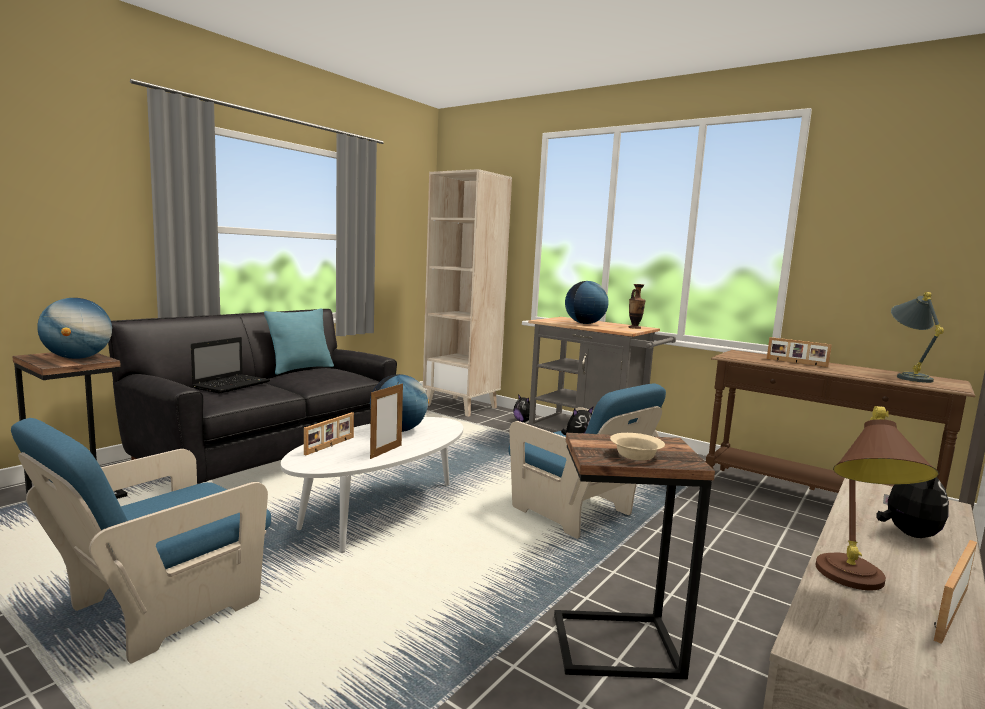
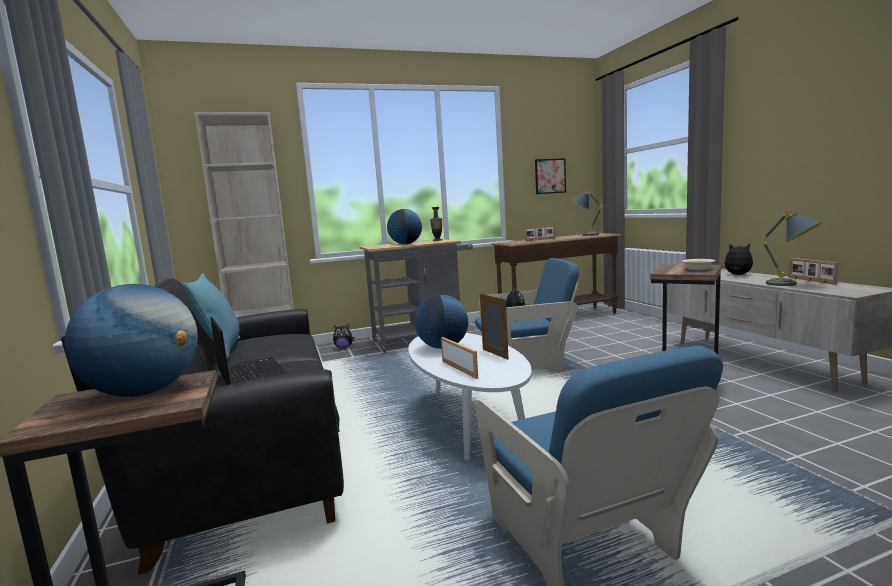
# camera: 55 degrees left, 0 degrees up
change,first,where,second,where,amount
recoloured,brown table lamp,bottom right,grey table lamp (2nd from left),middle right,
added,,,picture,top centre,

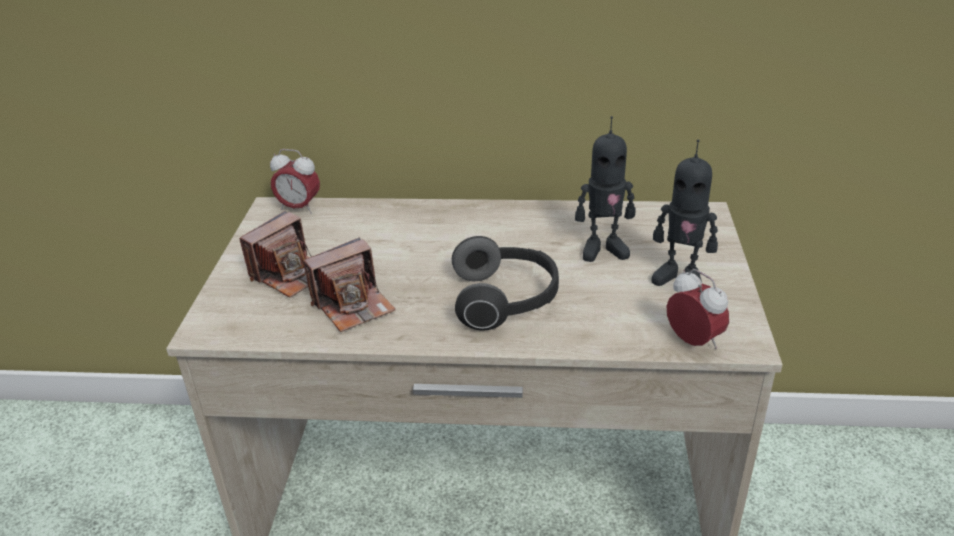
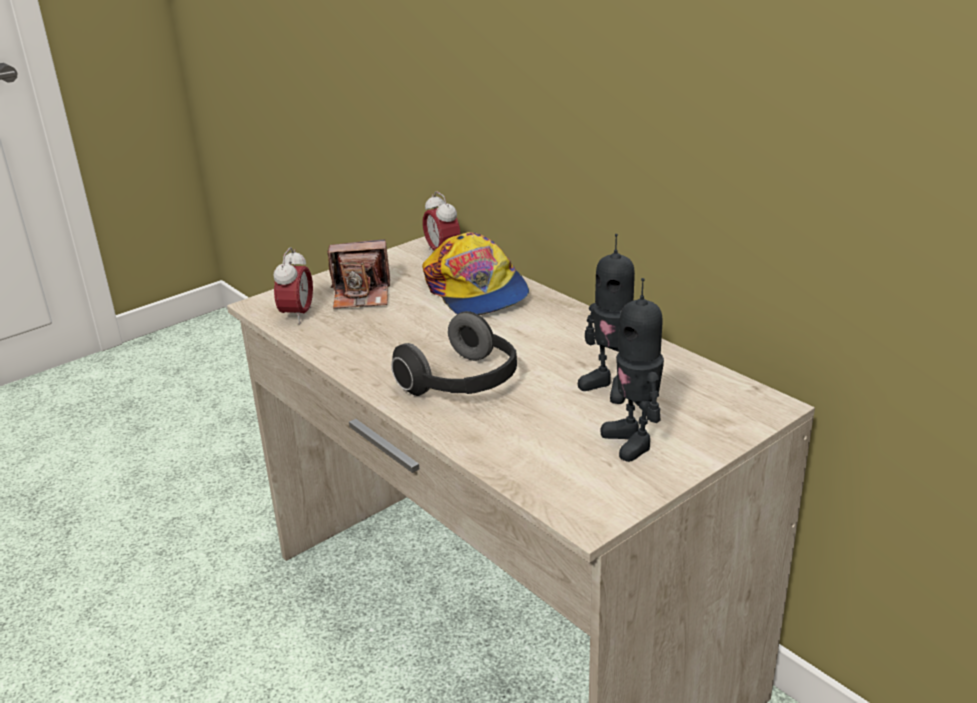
# camera: 45 degrees right, 5 degrees down
change,first,where,second,where,amount
removed,photo camera (2nd from left),centre,,,
moved,alarm clock (2nd from left in the first image),middle right,alarm clock (1st from left),middle left,
added,,,cap,centre,

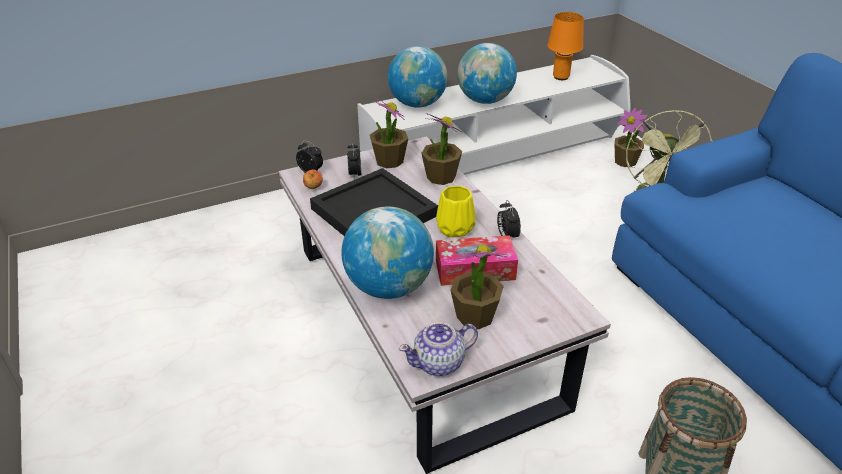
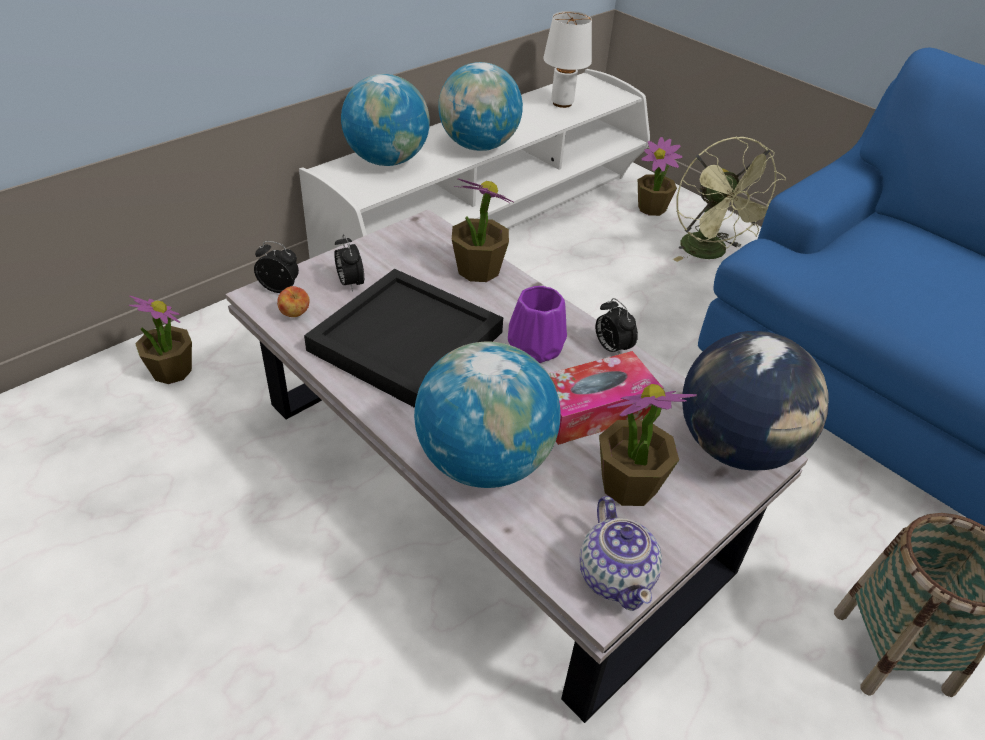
# camera: 20 degrees left, 5 degrees up
change,first,where,second,where,amount
moved,potted plant (1st from left),top centre,,middle left,
turned,teapot,bottom centre,,bottom centre,60 degrees counterclockwise
recoloured,yellow vase,centre,purple vase,centre,
recoloured,orange table lamp,top right,white table lamp,top centre,
added,,,globe (4th from left),middle right,

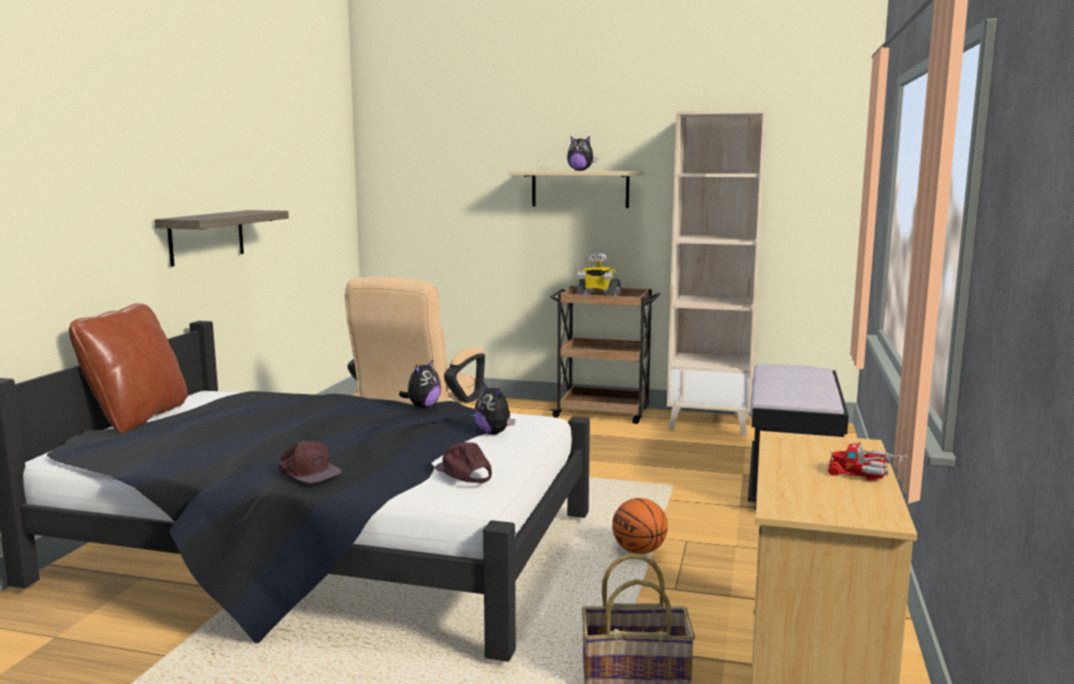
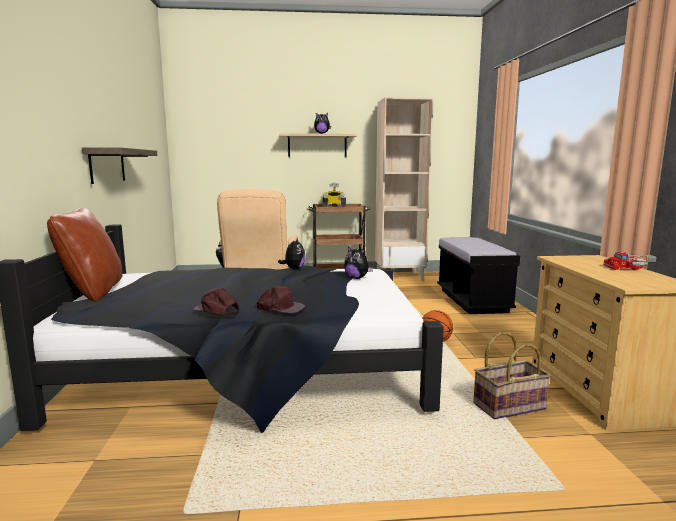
# camera: 20 degrees left, 0 degrees up
change,first,where,second,where,amount
moved,brown cap (2nd from left in the first image),bottom centre,brown cap (1st from left),middle left,

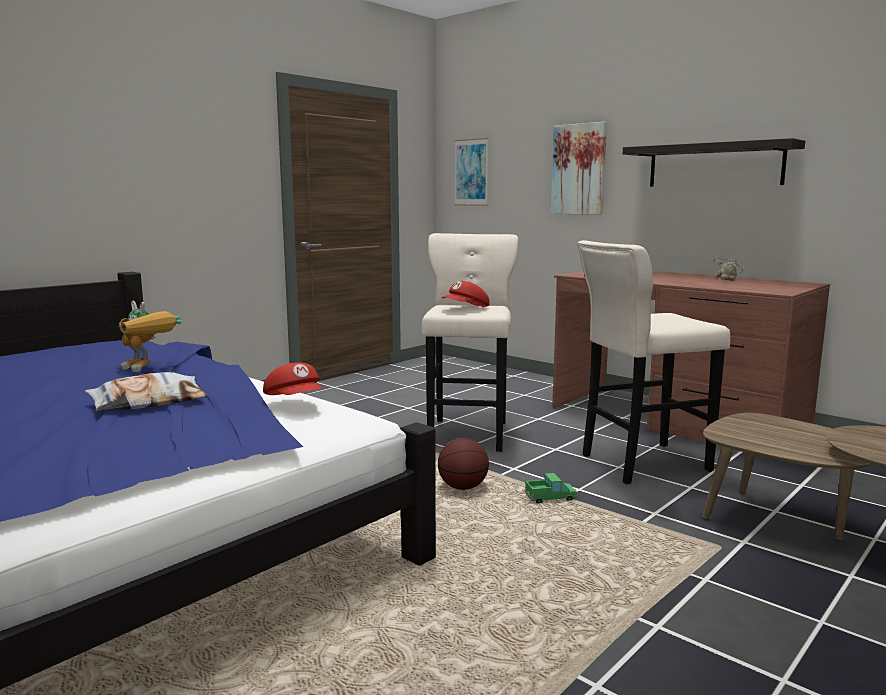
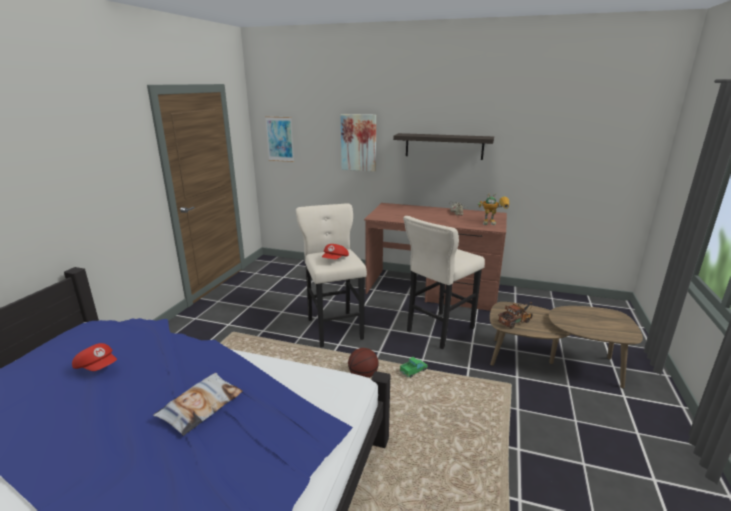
# camera: 25 degrees left, 10 degrees up
change,first,where,second,where,amount
moved,toy robot,middle left,,middle right,
moved,red cap (1st from left),middle left,,bottom left,
added,,,toy truck (2nd from left),middle right,

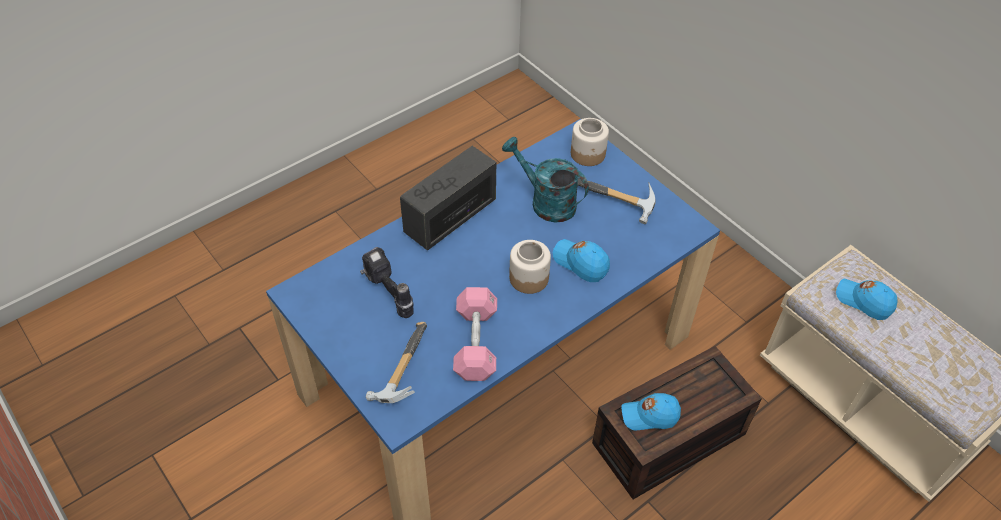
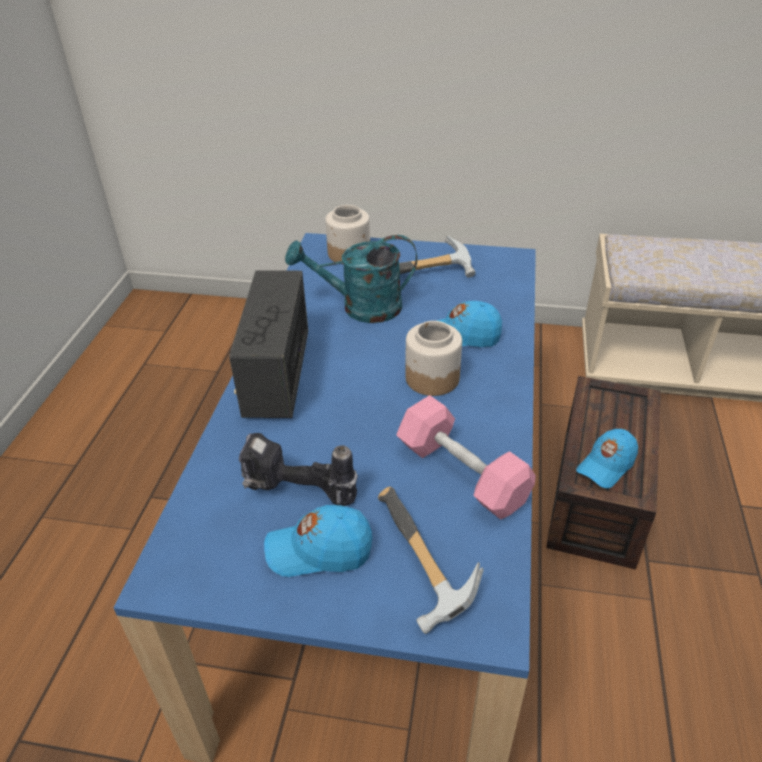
# camera: 40 degrees left, 10 degrees down
change,first,where,second,where,amount
moved,blue cap (3rd from left in the first image),middle right,blue cap (1st from left),bottom centre,

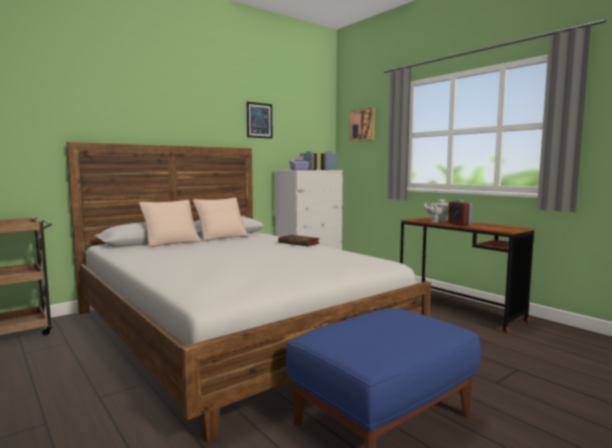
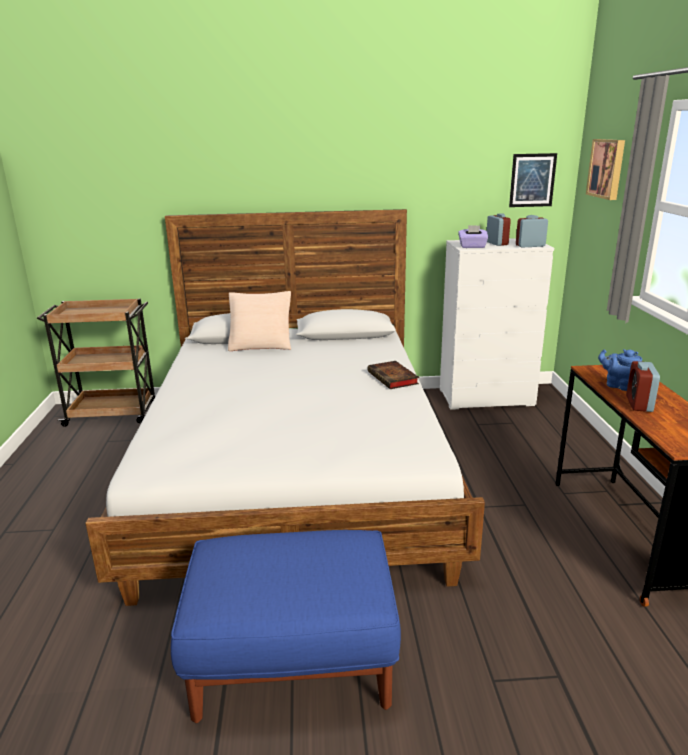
# camera: 35 degrees right, 15 degrees up
change,first,where,second,where,amount
removed,beige pillow (2nd from left),centre,,,
moved,picture (1st from left),top centre,,top right,
recoloured,grey teapot,middle right,blue teapot,middle right,

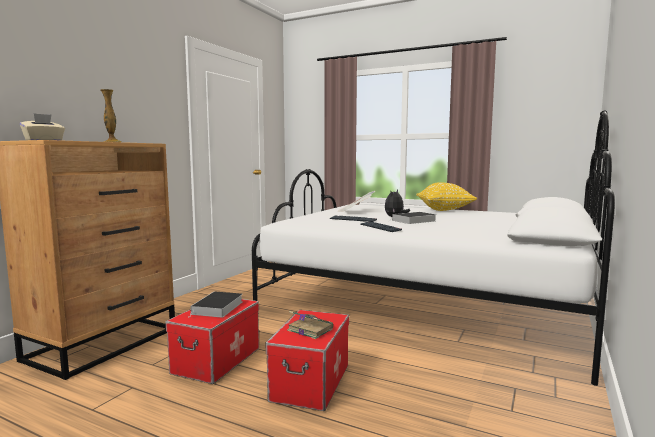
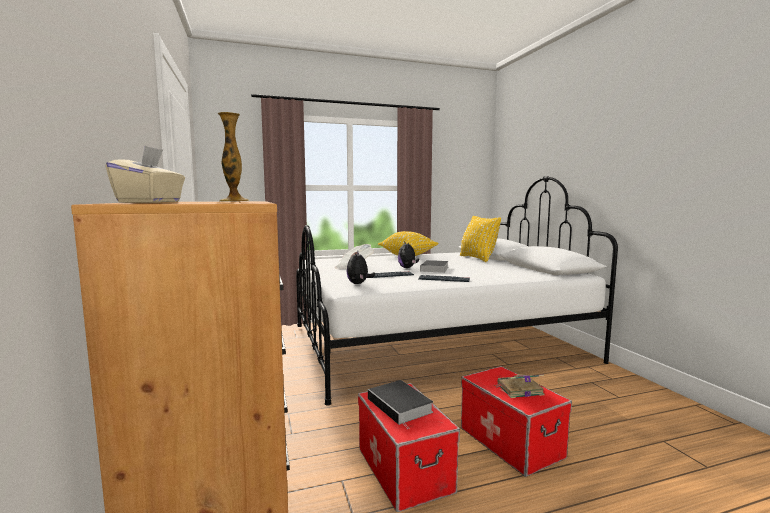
# camera: 45 degrees left, 0 degrees up
change,first,where,second,where,amount
added,,,plush toy (1st from left),centre,
added,,,yellow pillow (2nd from left),centre,

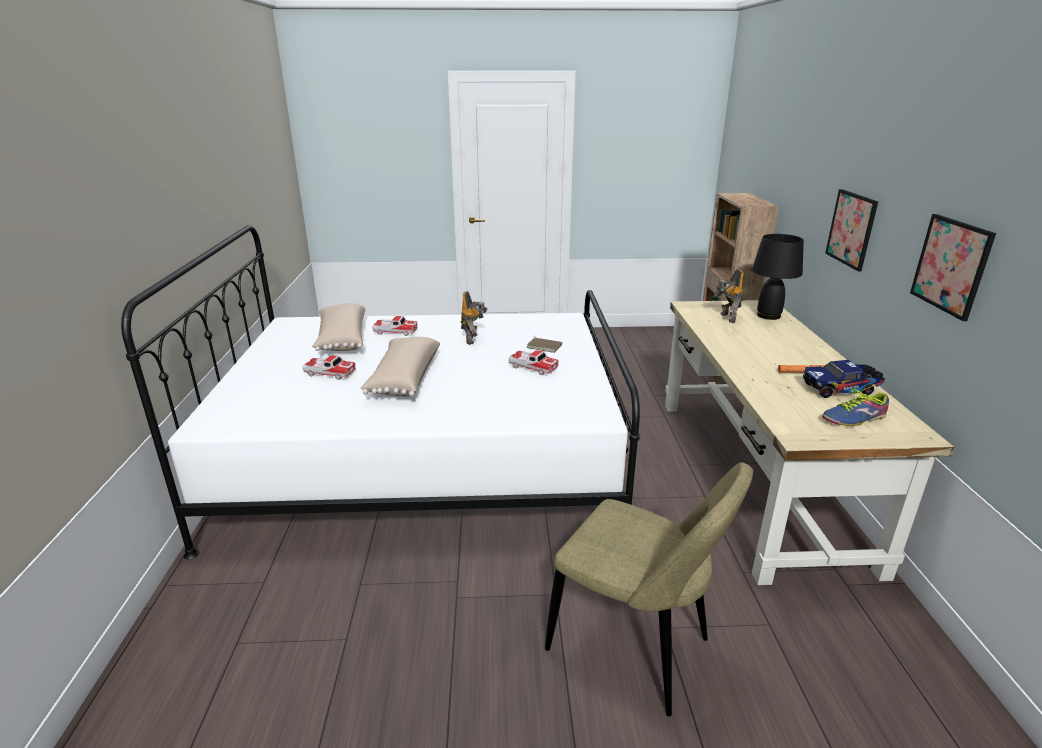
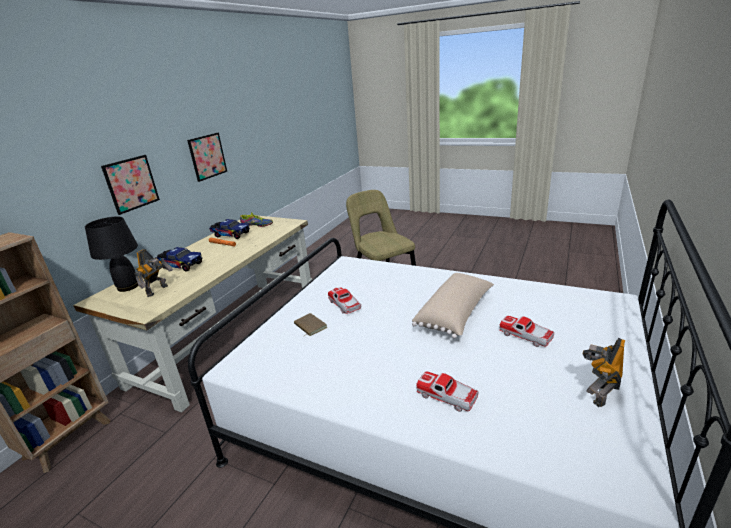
# camera: 150 degrees left, 0 degrees up
change,first,where,second,where,amount
removed,beige pillow (1st from left),middle left,,,
moved,toy robot (1st from left in the first image),centre,toy robot (2nd from left),bottom right,
added,,,toy truck (1st from left),middle left,

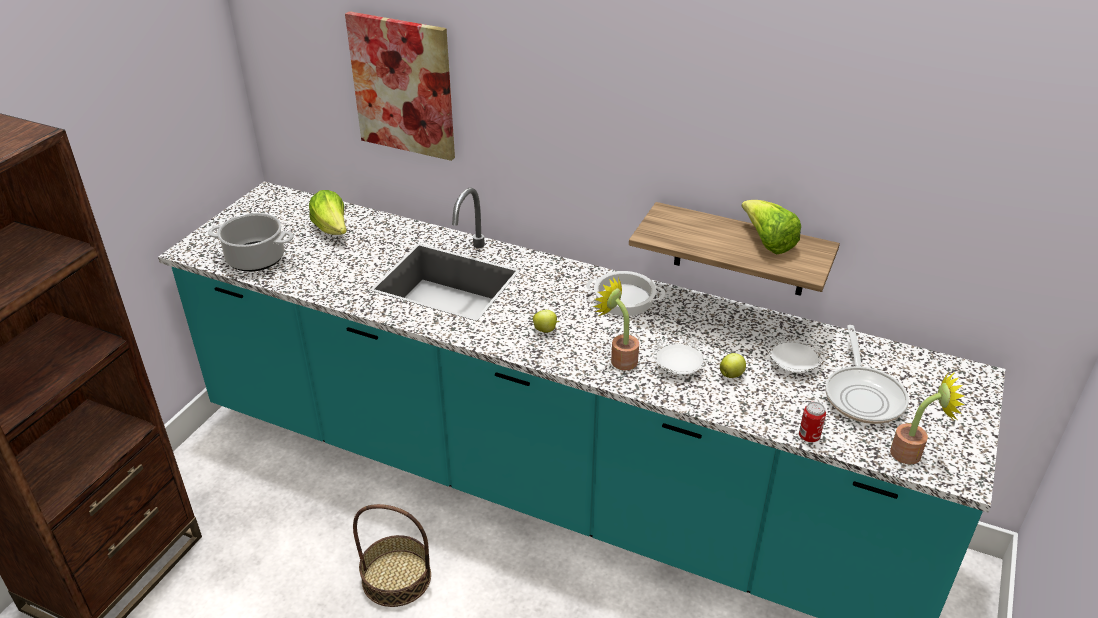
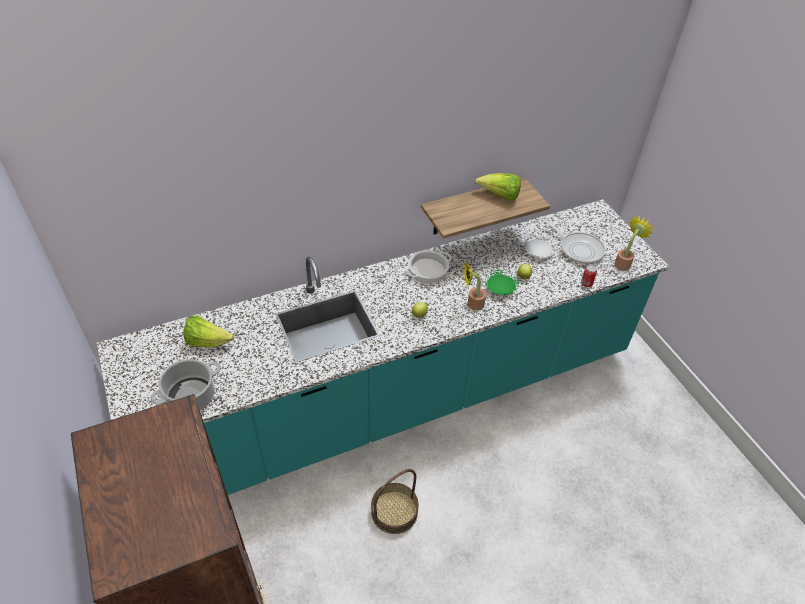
# camera: 50 degrees left, 10 degrees up
change,first,where,second,where,amount
removed,picture,top centre,,,
recoloured,white plate (1st from left),centre,green plate,centre,

